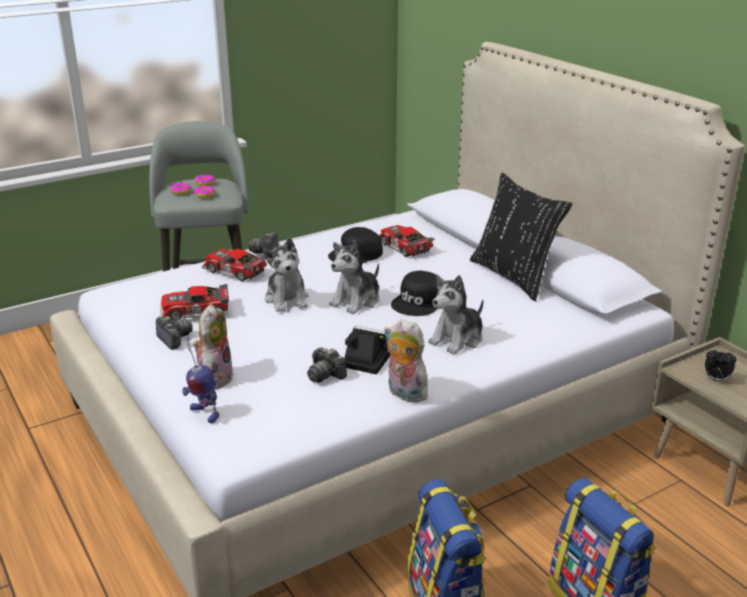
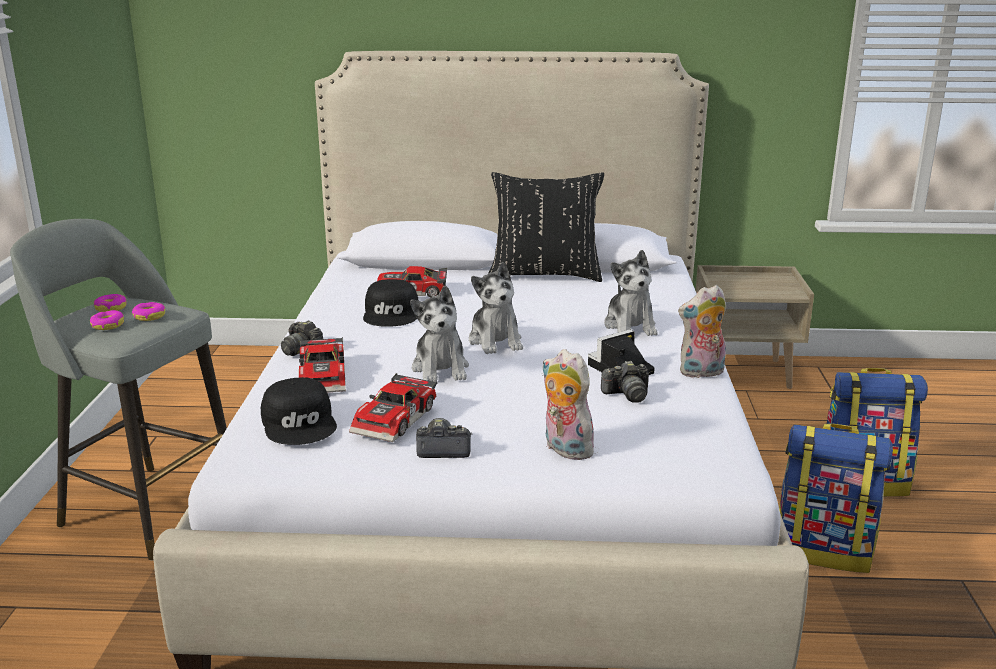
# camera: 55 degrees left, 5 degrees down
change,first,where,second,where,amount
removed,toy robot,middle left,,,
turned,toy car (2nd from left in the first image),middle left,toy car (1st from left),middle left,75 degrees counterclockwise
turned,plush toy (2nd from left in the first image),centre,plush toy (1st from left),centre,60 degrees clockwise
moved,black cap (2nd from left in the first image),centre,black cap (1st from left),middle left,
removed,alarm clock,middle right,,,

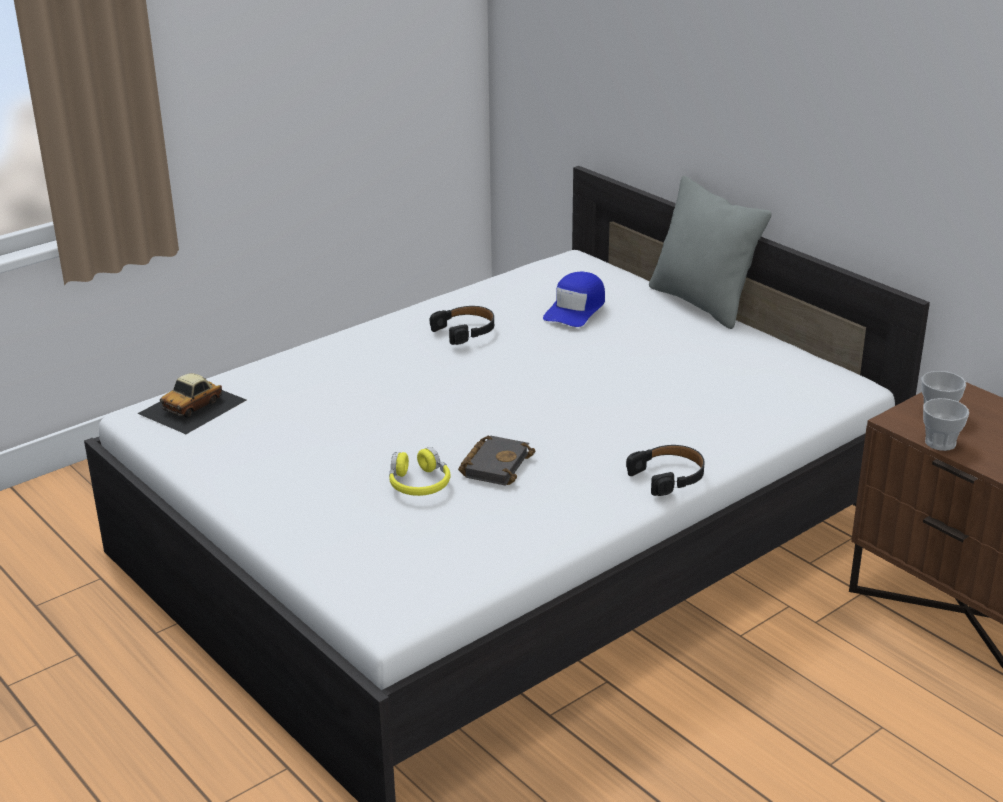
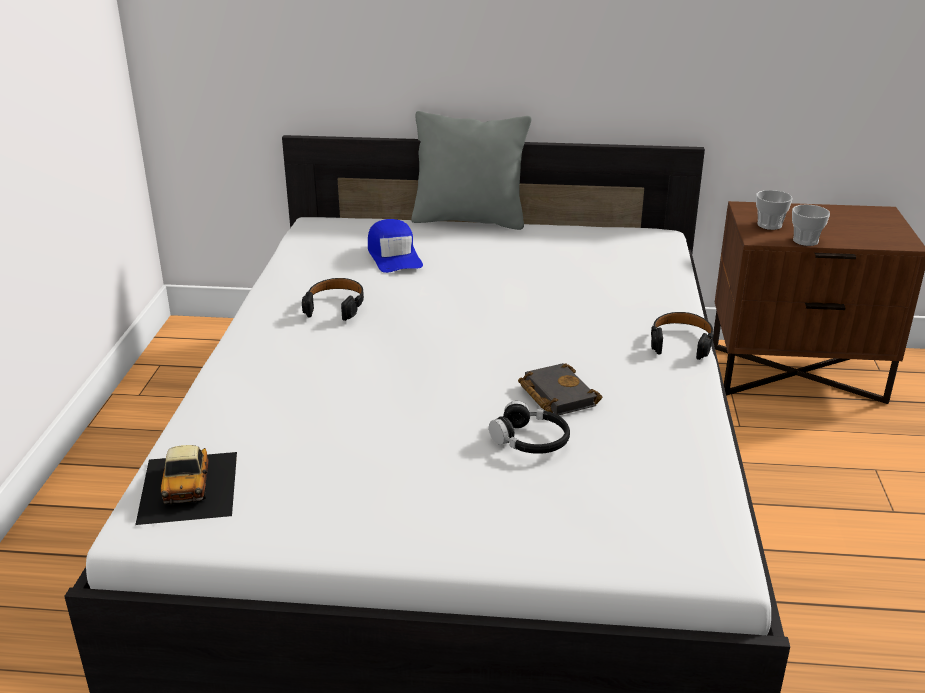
# camera: 45 degrees left, 0 degrees up
change,first,where,second,where,amount
recoloured,yellow headphones,centre,black headphones (2nd from left),centre,

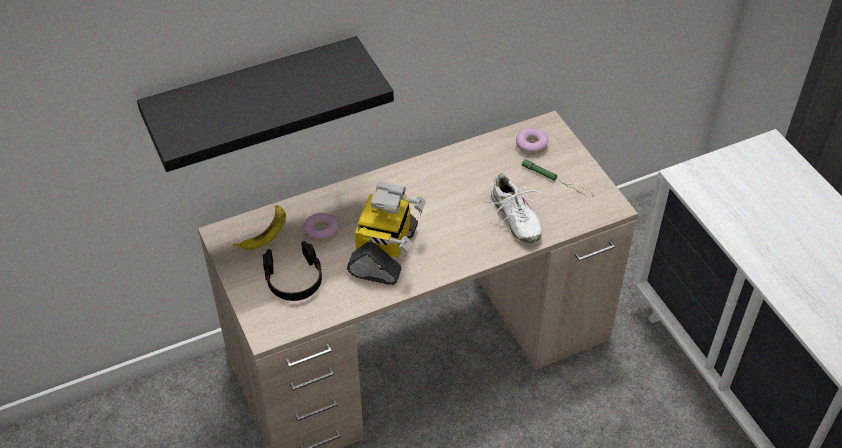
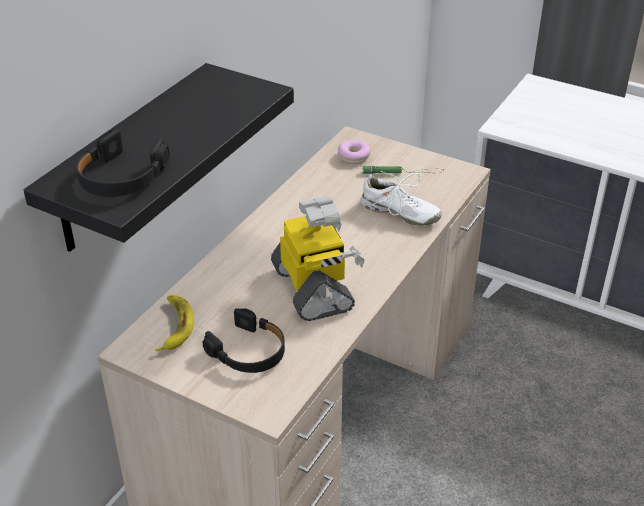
# camera: 35 degrees left, 10 degrees down
change,first,where,second,where,amount
removed,donut (1st from left),centre,,,
added,,,black headphones (1st from left),top left,

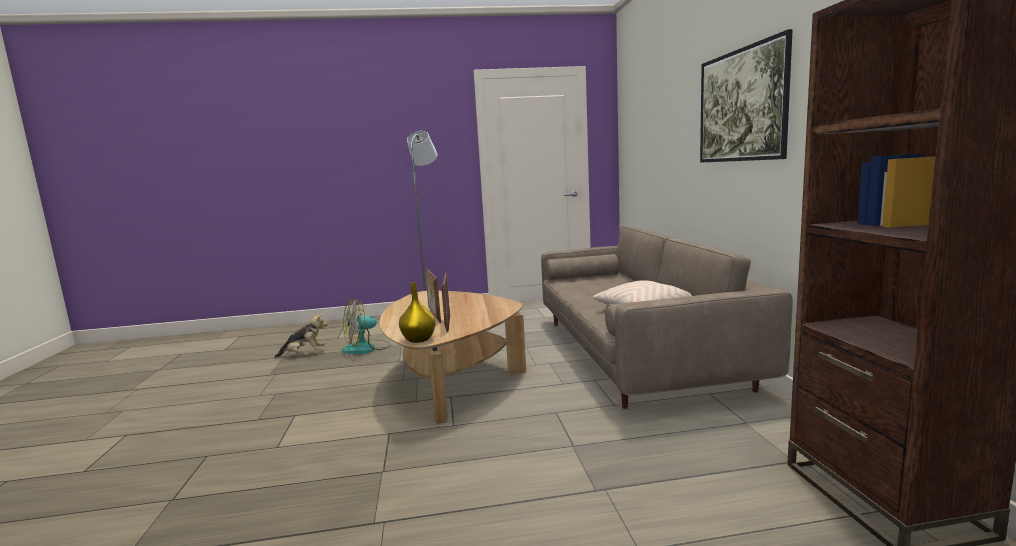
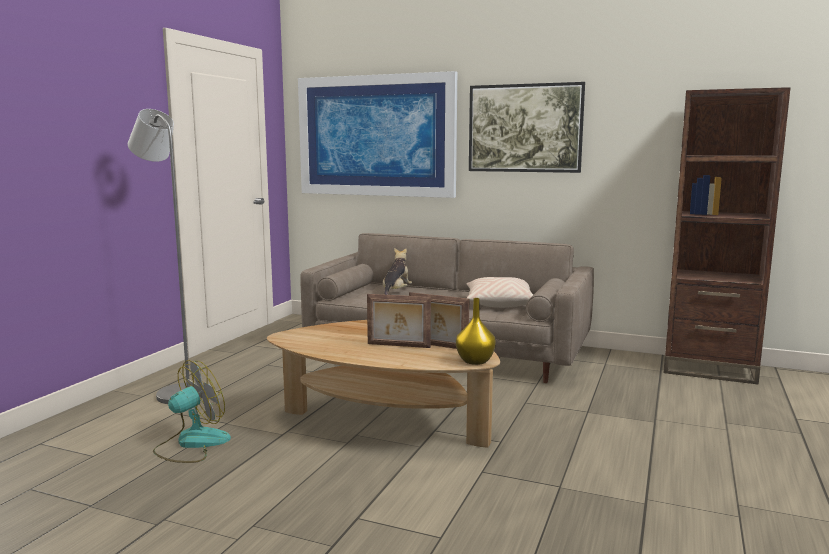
# camera: 60 degrees left, 0 degrees up
change,first,where,second,where,amount
moved,plush toy,middle left,,centre,
turned,fan,centre,,bottom left,135 degrees counterclockwise
added,,,picture (1st from left),top centre,

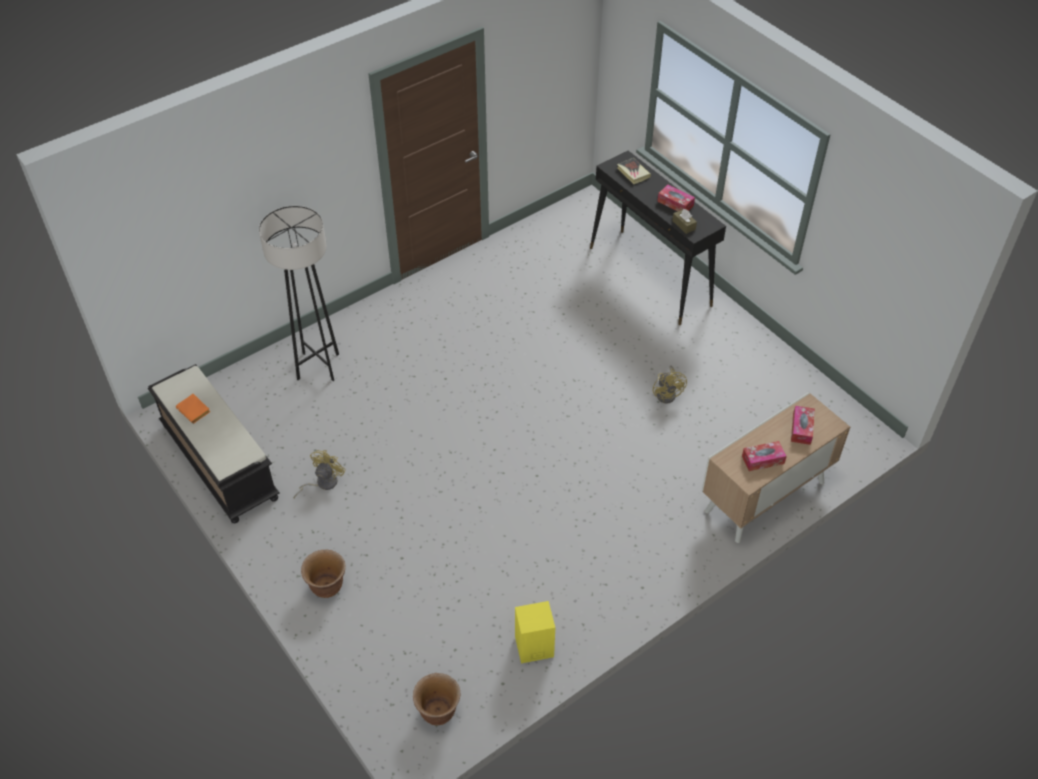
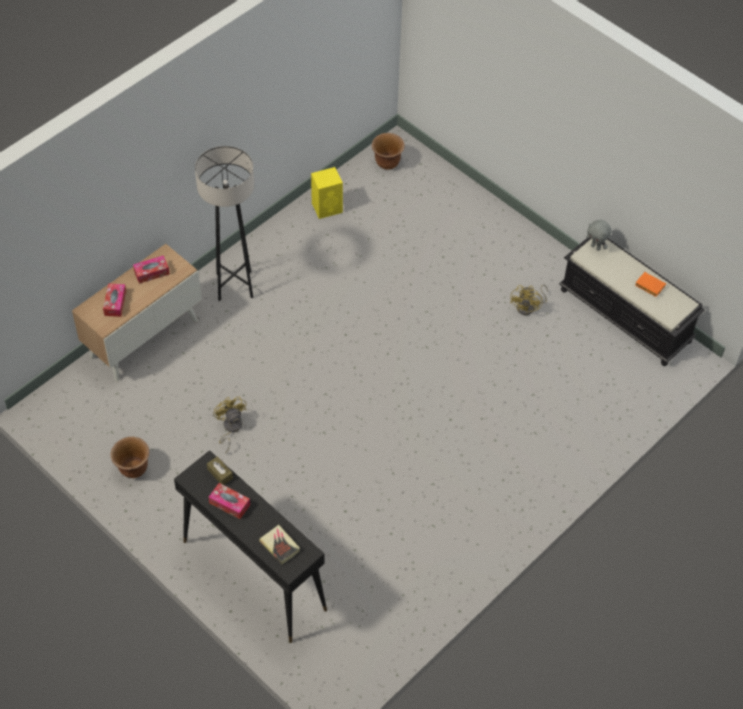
# camera: 170 degrees right, 5 degrees up
change,first,where,second,where,amount
moved,grey floor lamp,middle left,,top left,
moved,brown planter (1st from left),bottom left,,middle left,
added,,,grey plush toy,top right,

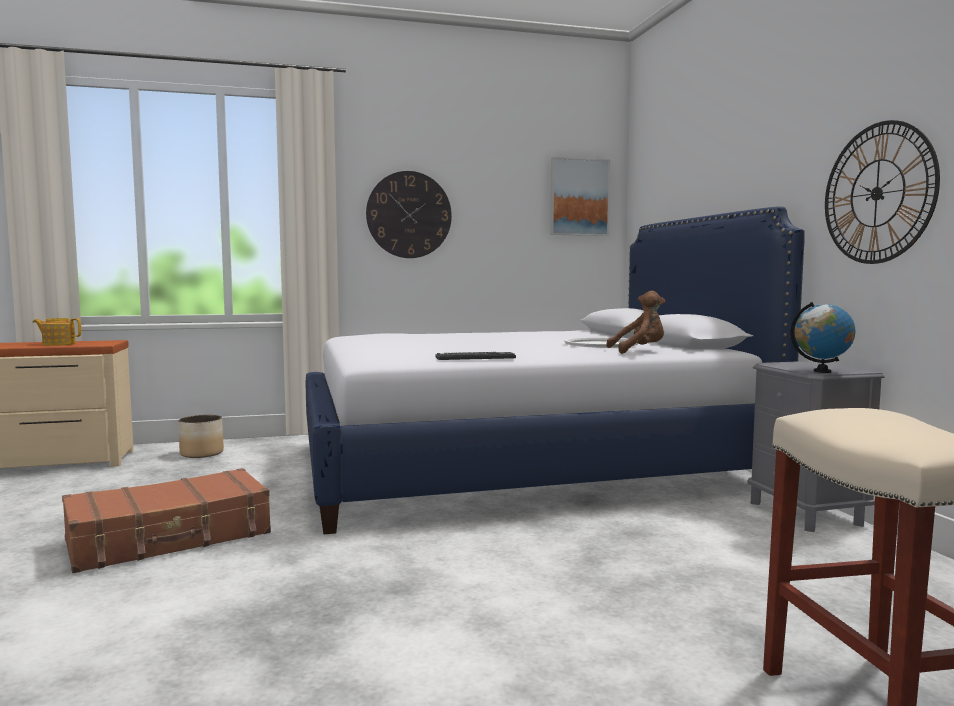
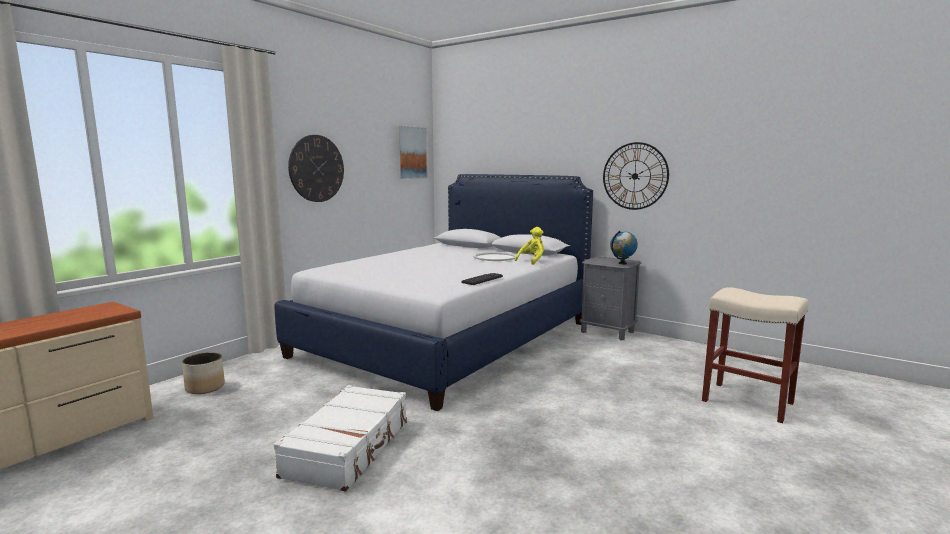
# camera: 40 degrees left, 5 degrees up
change,first,where,second,where,amount
removed,teapot,middle left,,,
recoloured,brown suitcase,bottom left,white suitcase,bottom centre,
recoloured,brown plush toy,centre,yellow plush toy,centre,

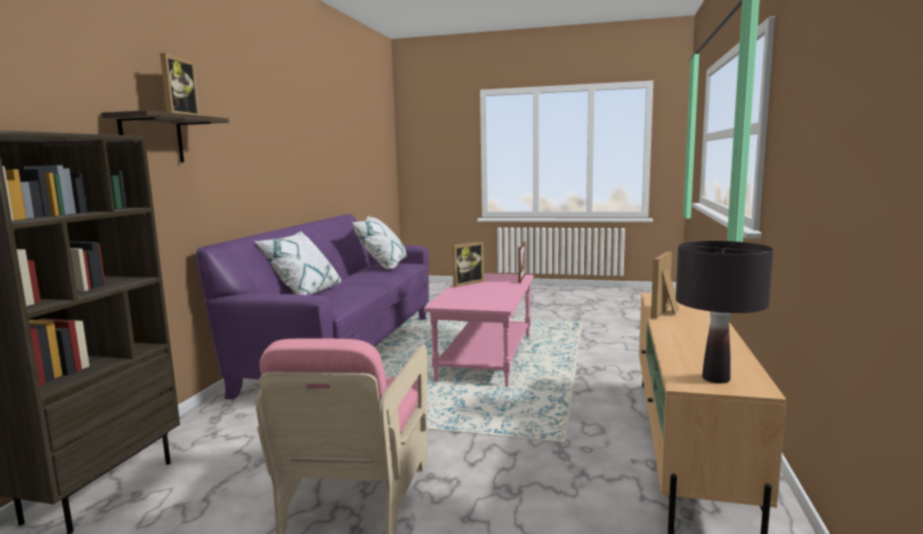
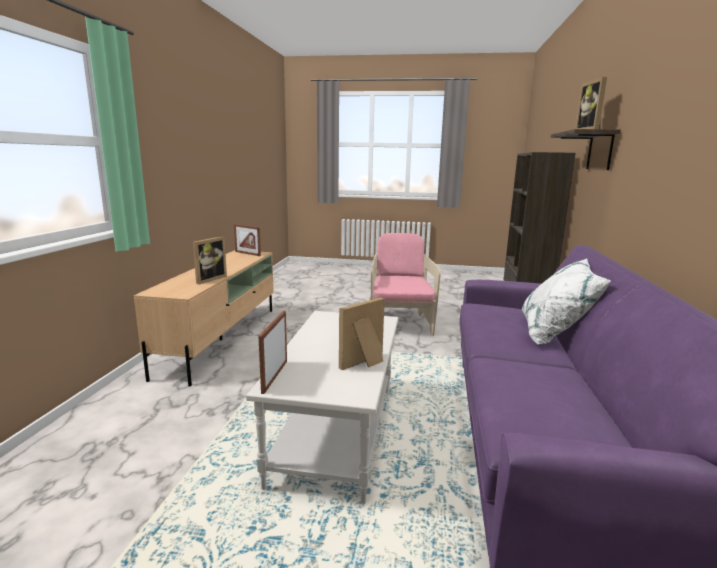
# camera: 175 degrees right, 5 degrees up
change,first,where,second,where,amount
removed,white pillow (2nd from left),centre,,,
recoloured,pink coffee table,centre,white coffee table,bottom centre,
replaced,black table lamp,middle right,picture frame (2nd from left),centre,

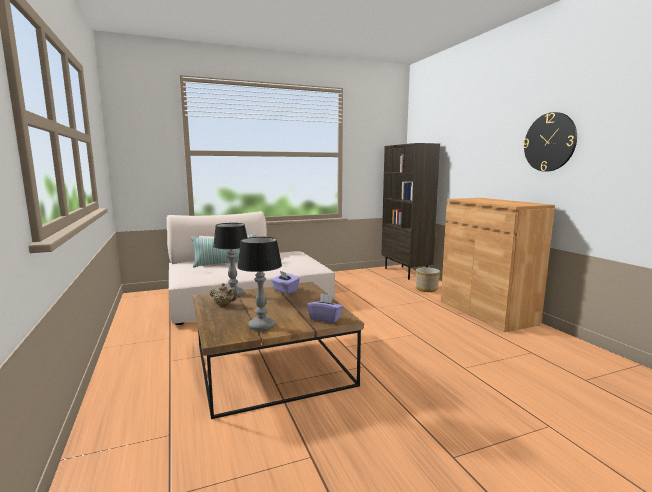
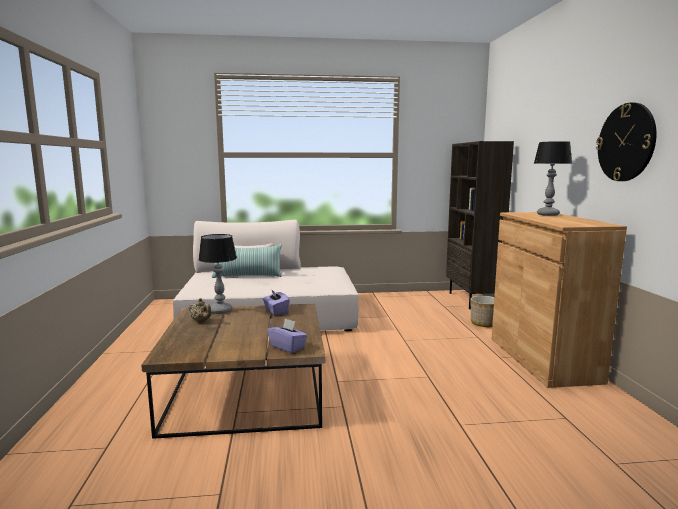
# camera: 15 degrees right, 0 degrees up
change,first,where,second,where,amount
moved,table lamp (2nd from left),centre,,middle right,

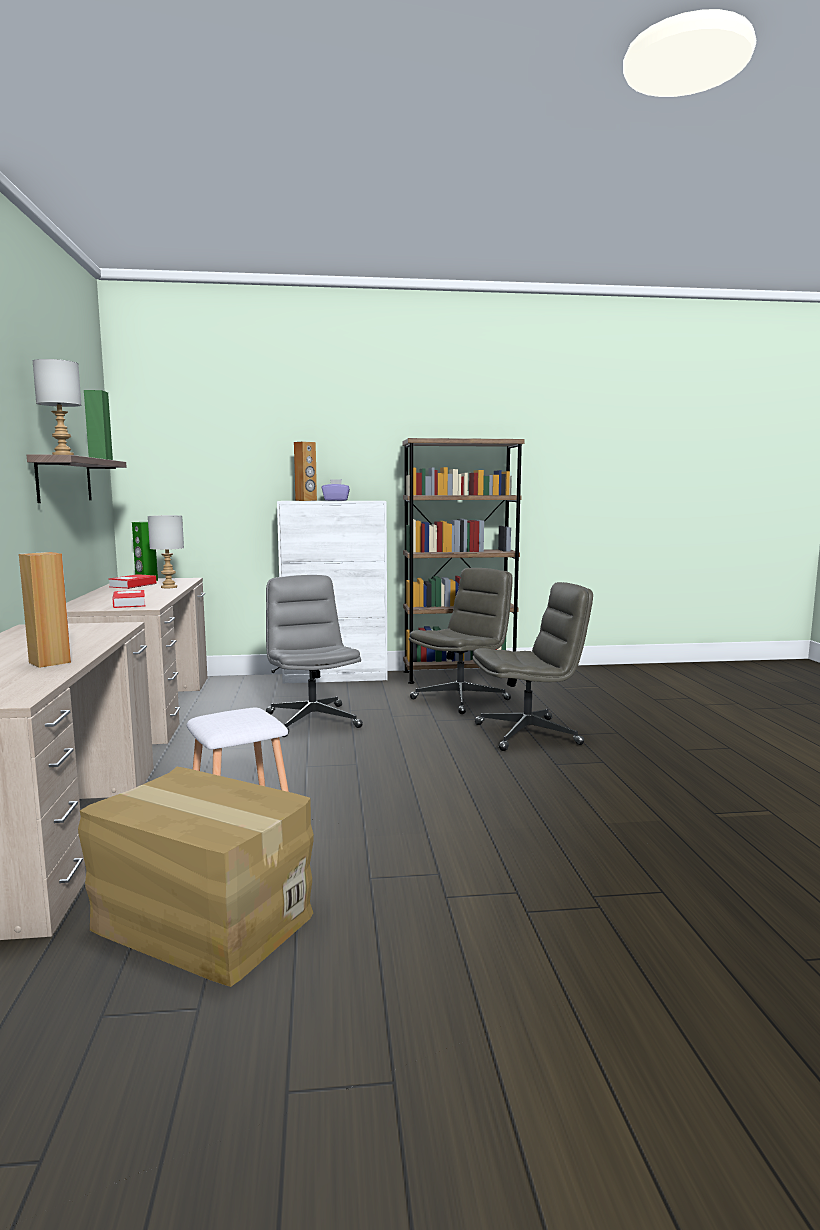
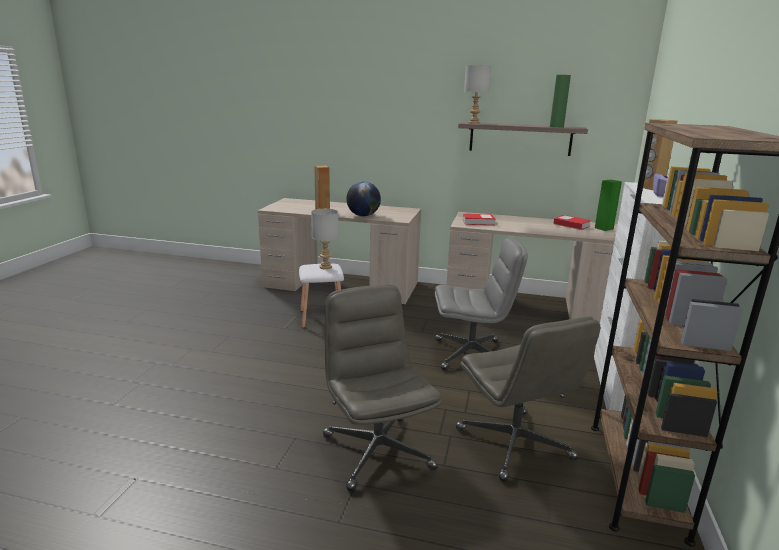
# camera: 110 degrees right, 10 degrees up
change,first,where,second,where,amount
removed,cardboard box,bottom left,,,
moved,grey table lamp (2nd from left in the first image),middle left,grey table lamp (1st from left),centre,
turned,grey office chair (3rd from left in the first image),centre,grey office chair (1st from left),bottom centre,150 degrees clockwise
added,,,globe,centre,

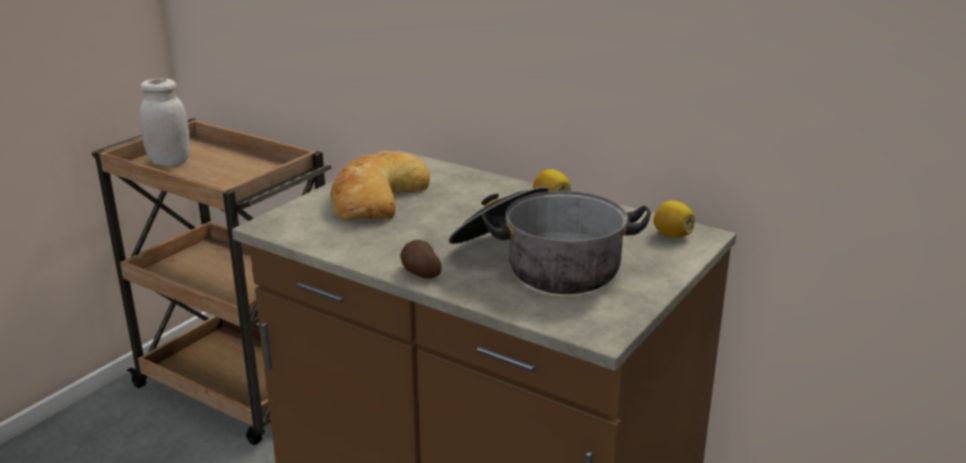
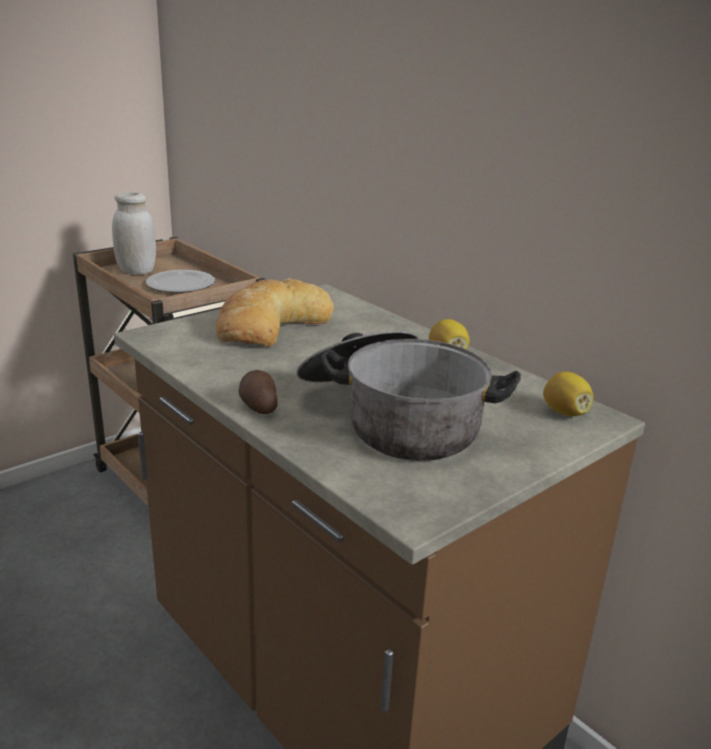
# camera: 15 degrees right, 0 degrees up
change,first,where,second,where,amount
added,,,plate,middle left,

